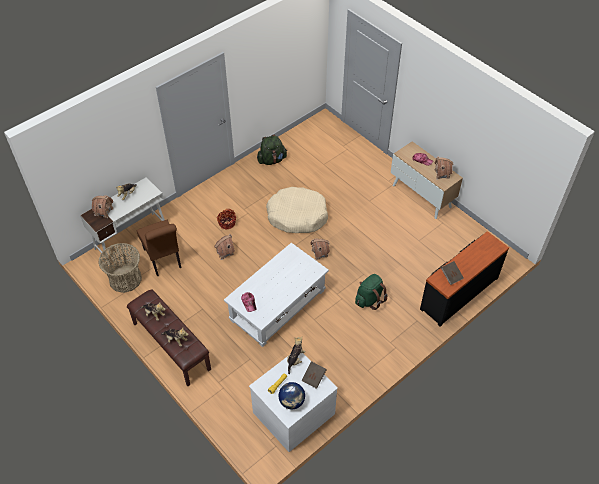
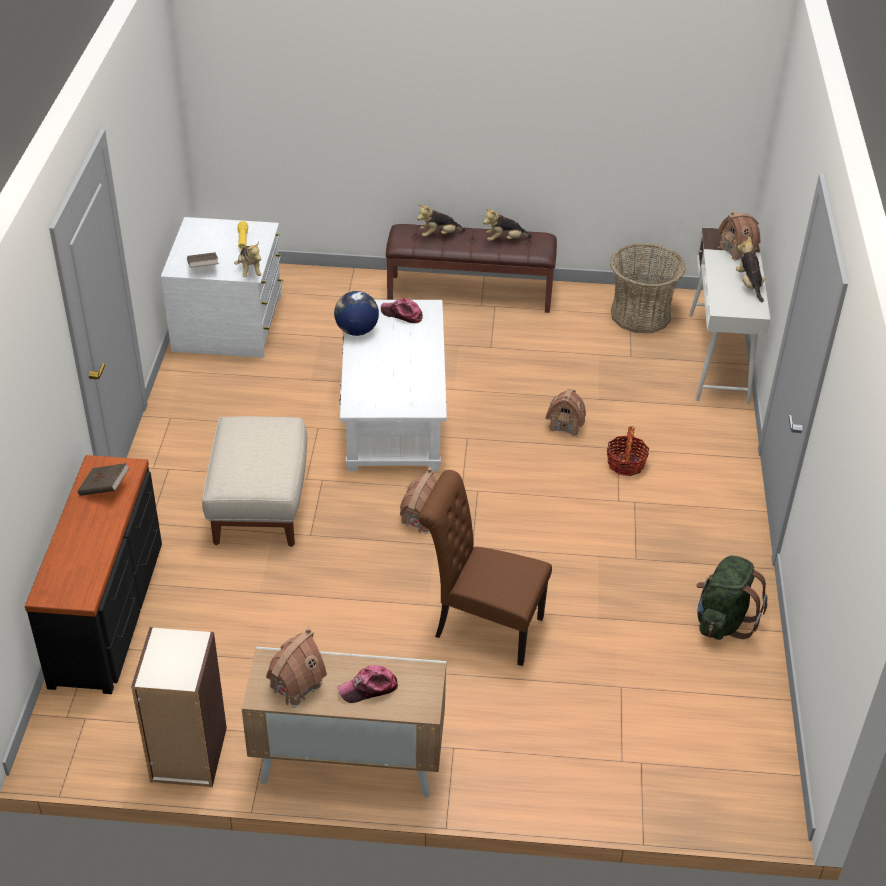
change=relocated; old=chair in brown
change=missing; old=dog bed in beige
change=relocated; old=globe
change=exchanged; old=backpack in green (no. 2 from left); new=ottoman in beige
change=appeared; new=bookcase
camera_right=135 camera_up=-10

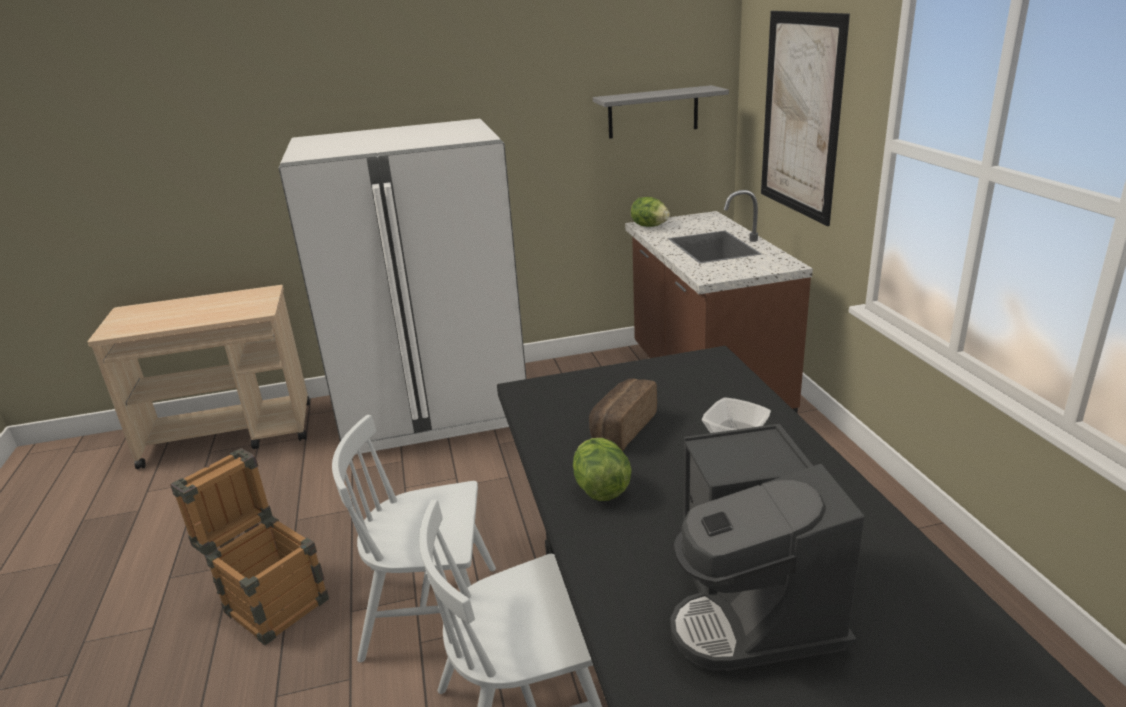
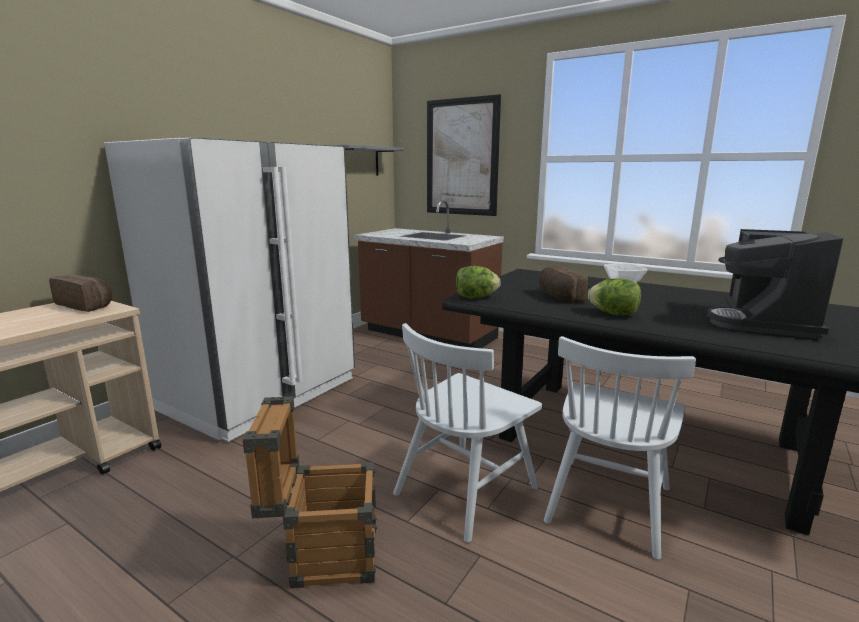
change=relocated; old=lettuce (no. 2 from left in the first image); new=lettuce (no. 1 from left)
change=spun; old=coffee machine; degrees=75
change=appeared; new=bread (no. 1 from left)
camera_right=-45 camera_up=-10

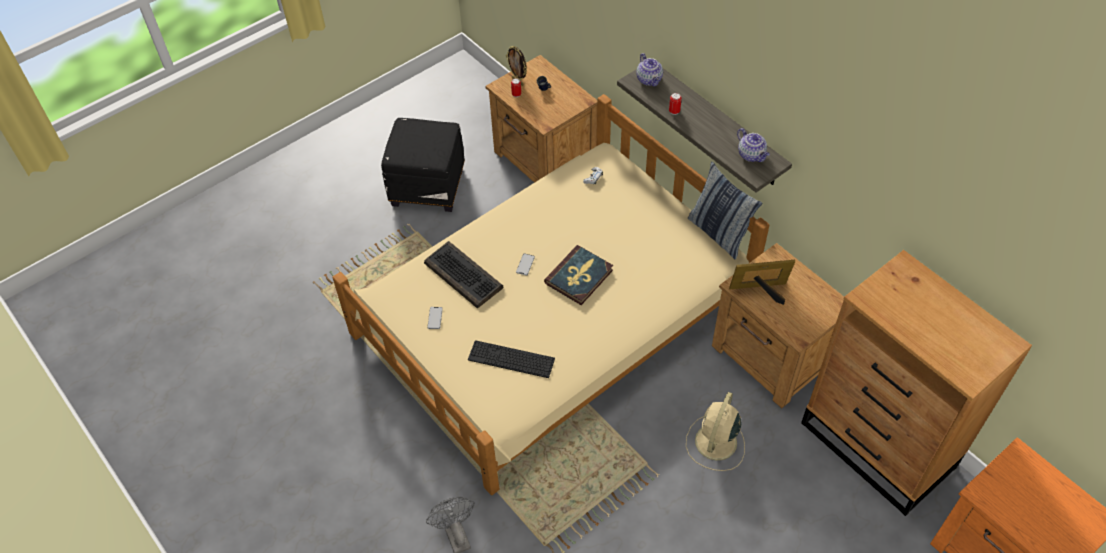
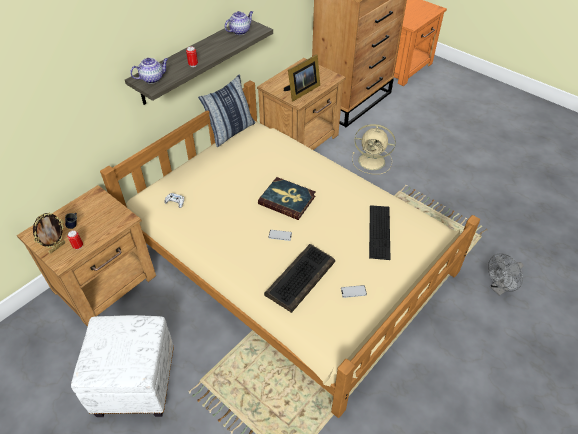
change=colour; old=ottoman in black; new=ottoman in white
change=spun; old=picture frame (no. 2 from left); degrees=-120
camera_right=-100 camera_up=-5

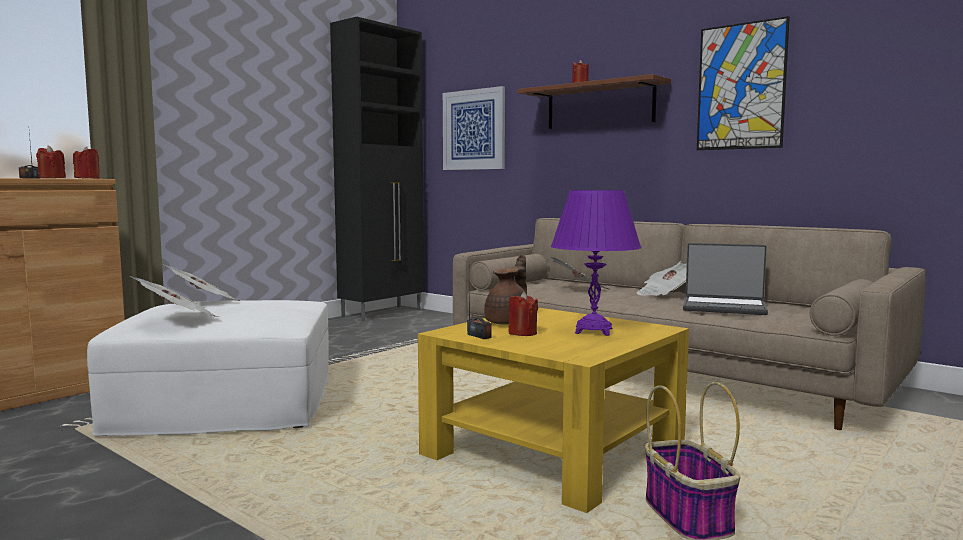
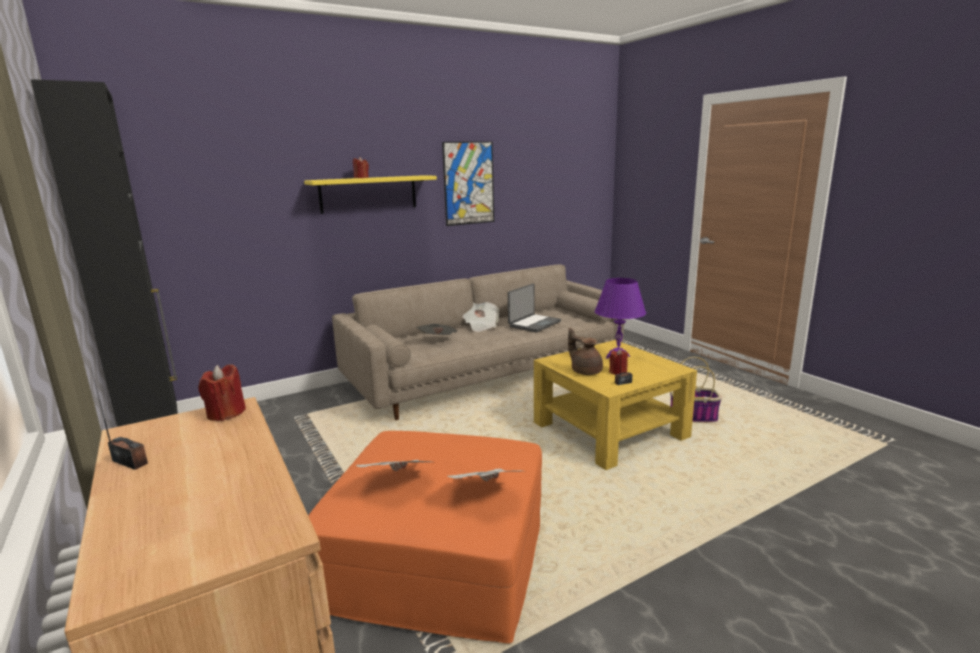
change=missing; old=candle in red (no. 1 from left)
change=colour; old=ottoman in white; new=ottoman in orange
change=missing; old=picture (no. 1 from left)
change=colour; old=shelf in brown; new=shelf in yellow
camera_right=-70 camera_up=10

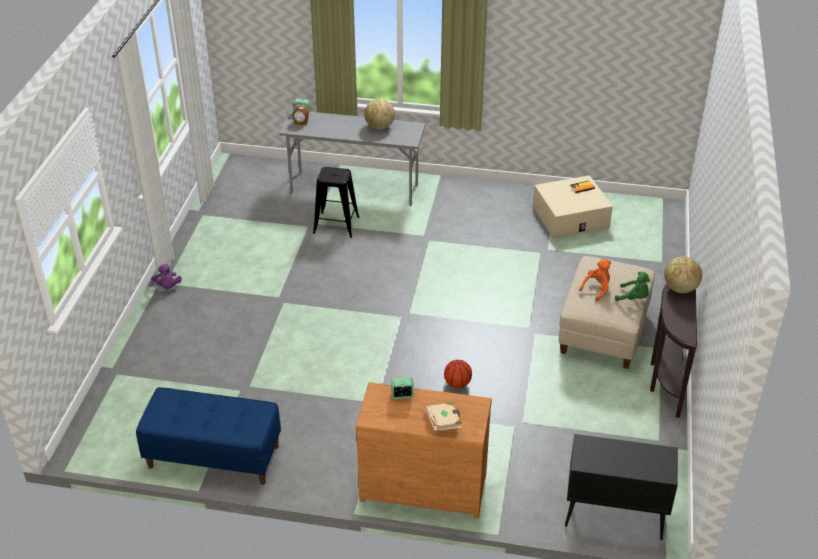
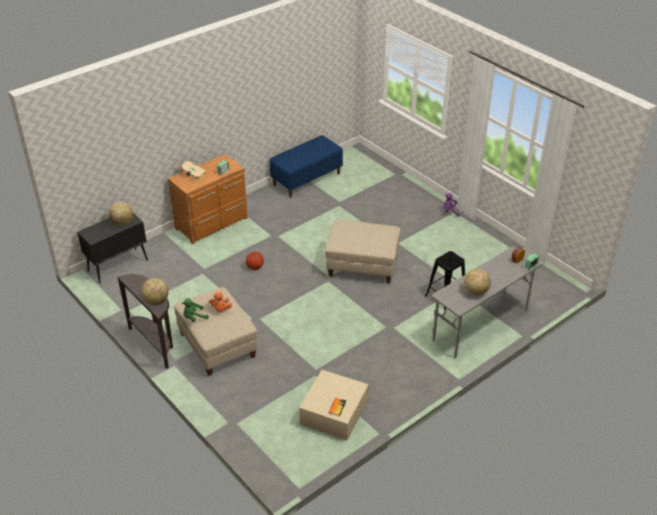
change=appeared; new=globe (no. 1 from left)
change=appeared; new=ottoman in beige (no. 2 from left)
camera_right=130 camera_up=0

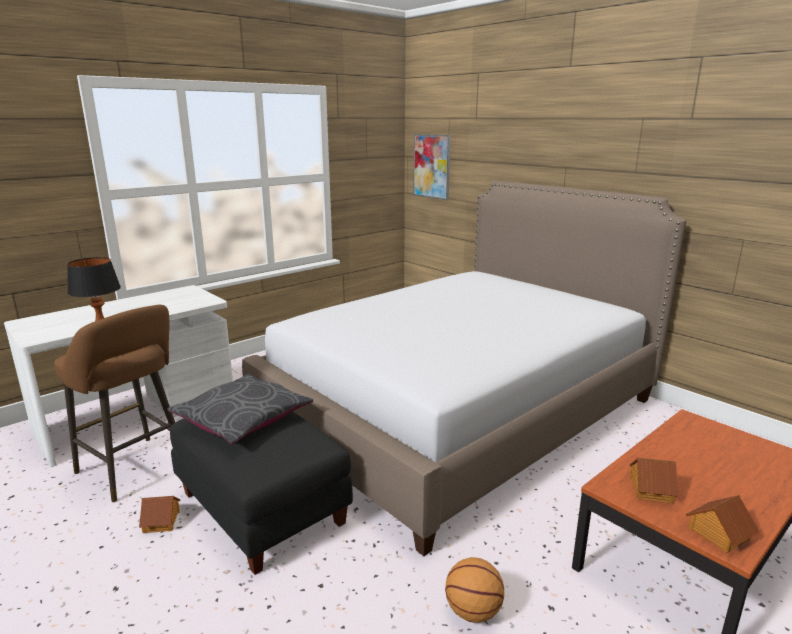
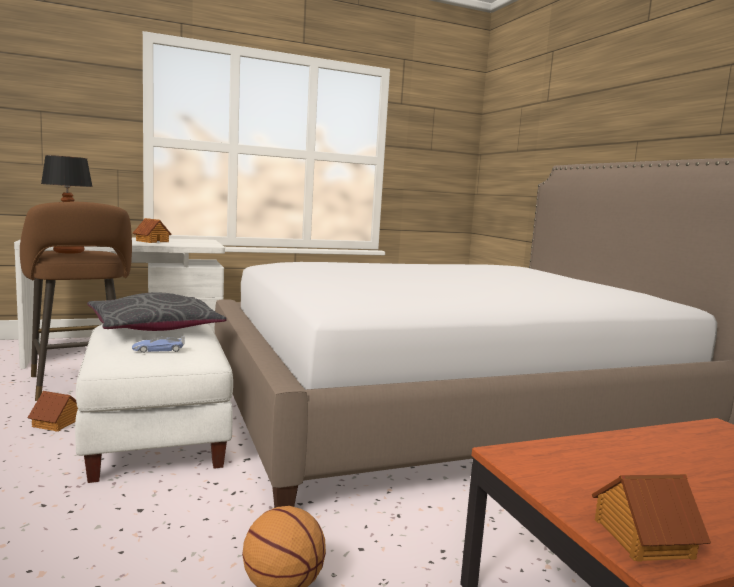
change=colour; old=ottoman in black; new=ottoman in white
change=missing; old=picture
change=relocated; old=toy house (no. 2 from left)
change=appeared; new=toy car
camera_right=20 camera_up=-10

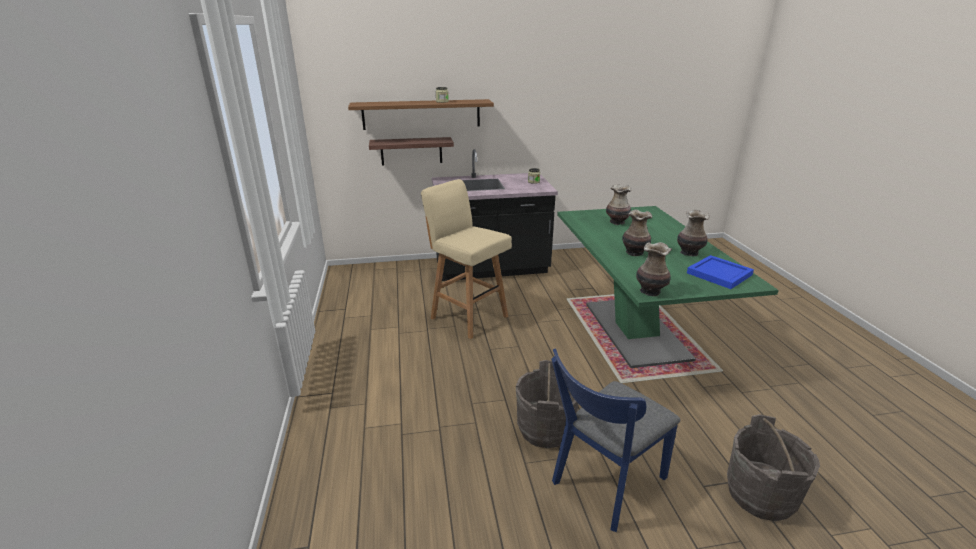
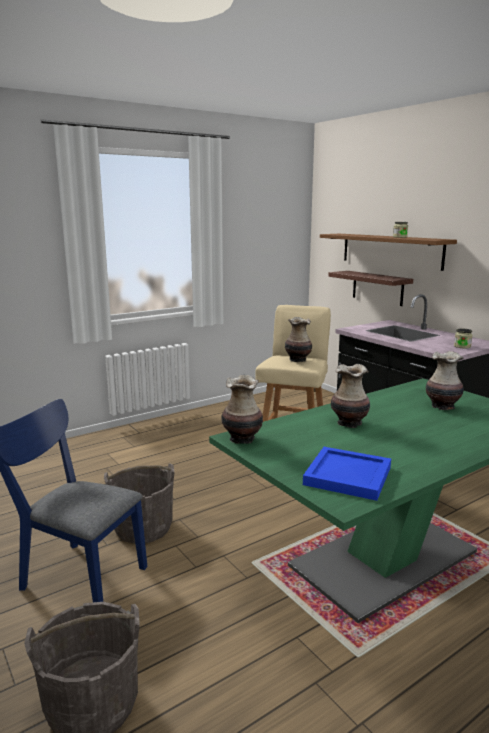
change=relocated; old=vase (no. 4 from left in the first image); new=vase (no. 2 from left)
camera_right=65 camera_up=-10

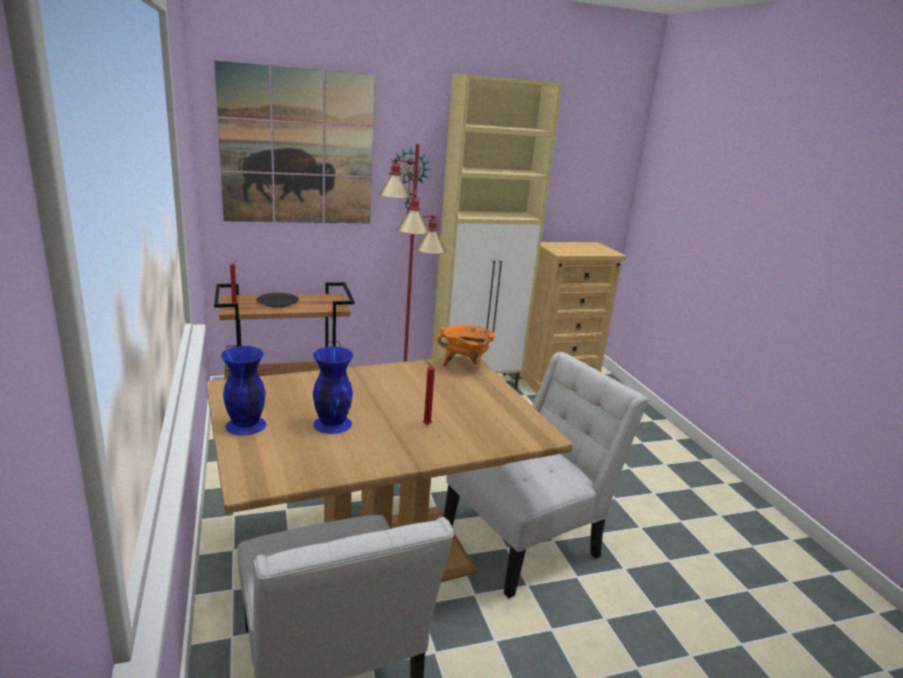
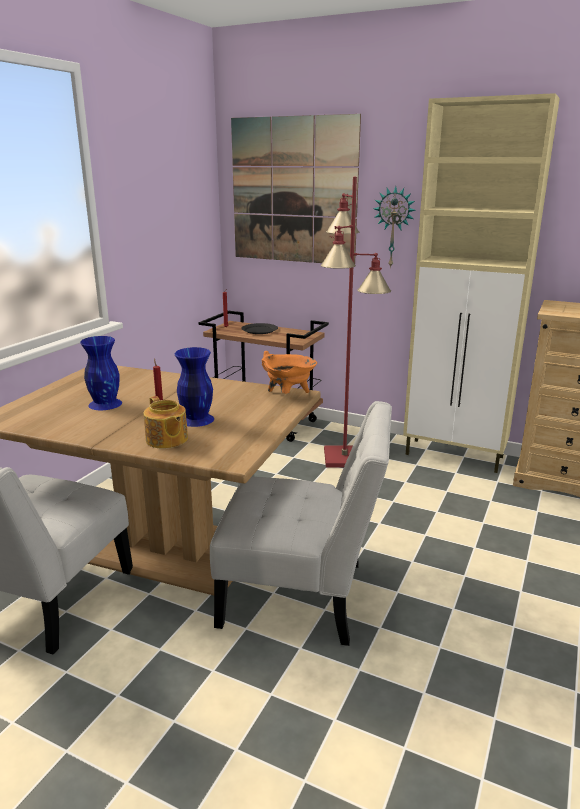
change=relocated; old=vase in blue (no. 1 from left in the first image); new=vase in blue (no. 2 from left)
change=appeared; new=teapot
camera_right=45 camera_up=0

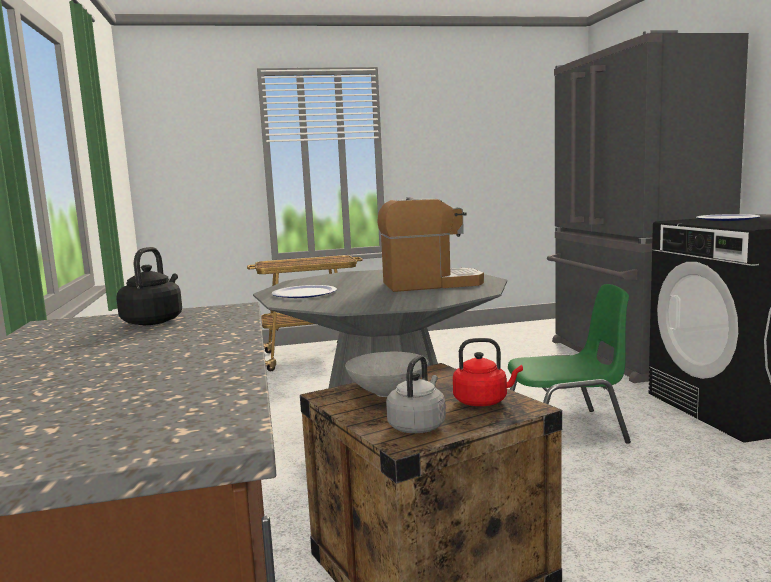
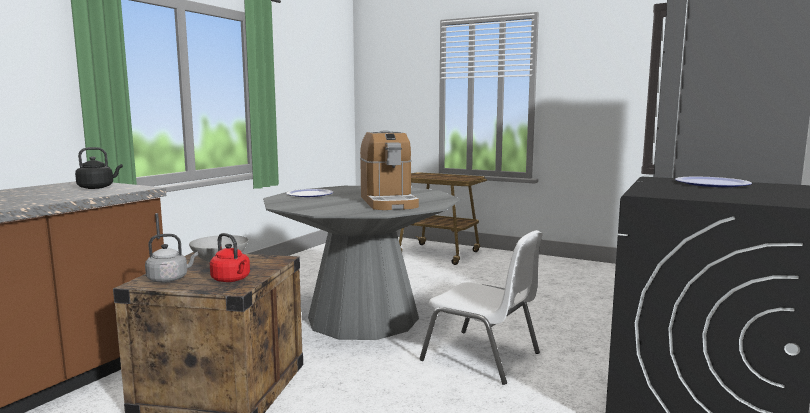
change=spun; old=coffee machine; degrees=45
change=colour; old=chair in green; new=chair in white
camera_right=40 camera_up=0

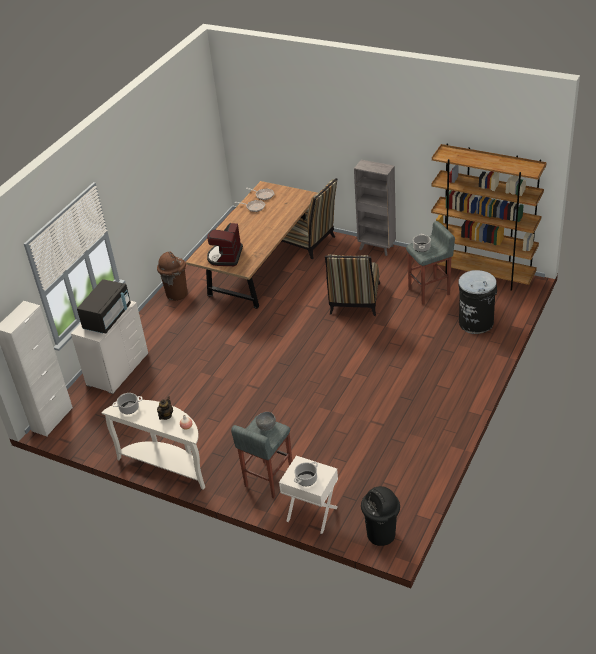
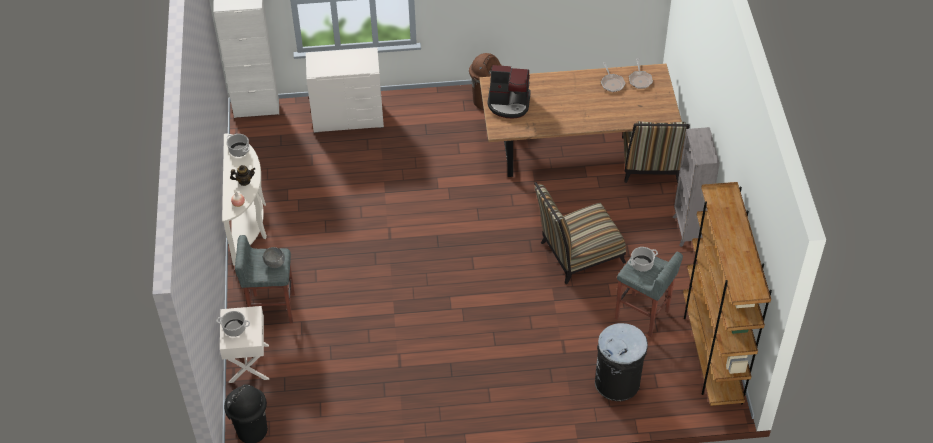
change=missing; old=microwave in black
change=spun; old=coffee machine; degrees=-150
camera_right=55 camera_up=10

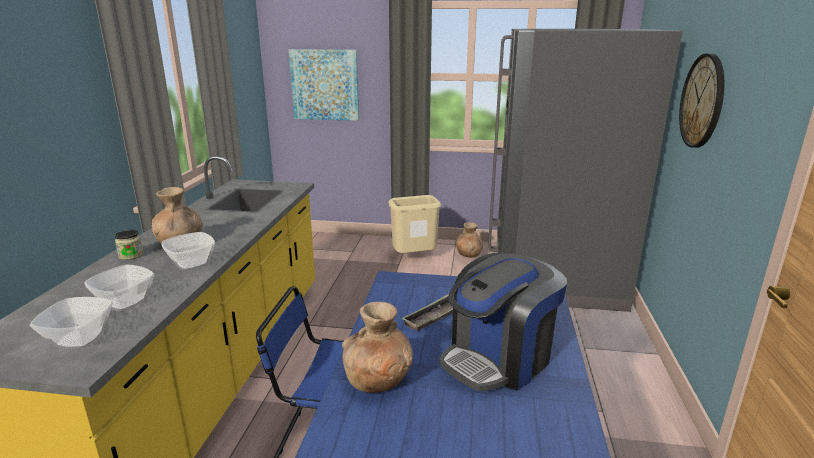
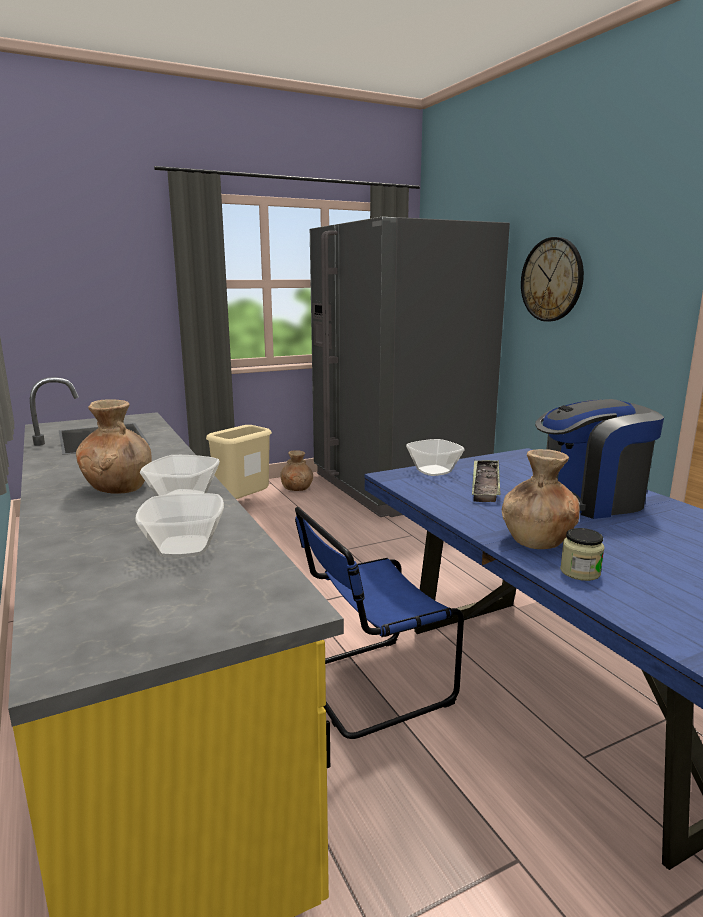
change=relocated; old=bowl (no. 1 from left in the first image); new=bowl (no. 3 from left)
change=relocated; old=jar
change=missing; old=picture
change=spun; old=coffee machine; degrees=60
camera_right=-35 camera_up=-5

